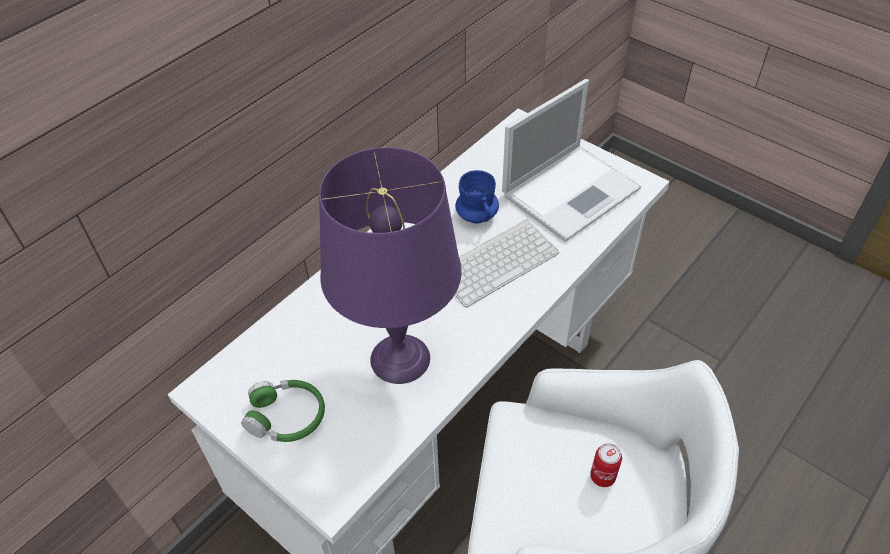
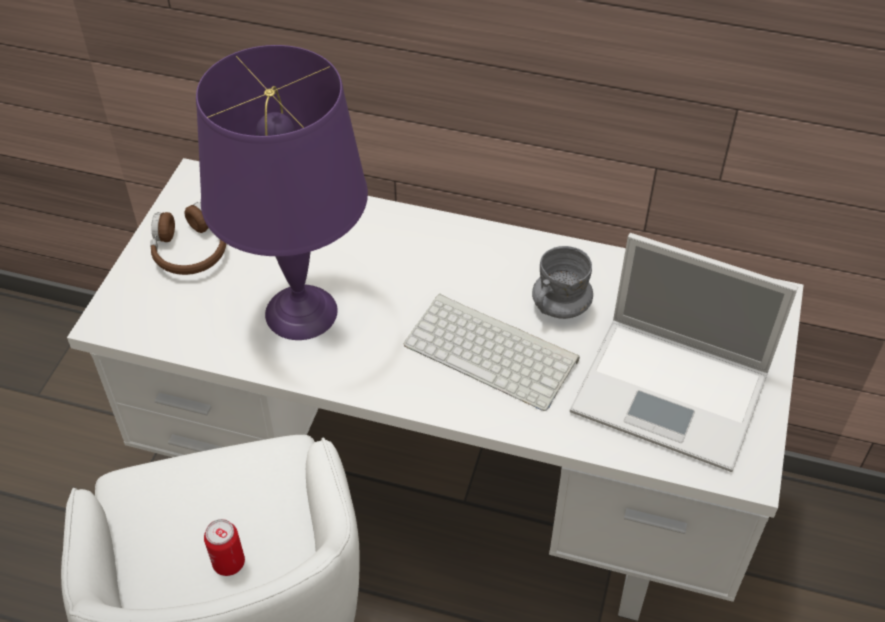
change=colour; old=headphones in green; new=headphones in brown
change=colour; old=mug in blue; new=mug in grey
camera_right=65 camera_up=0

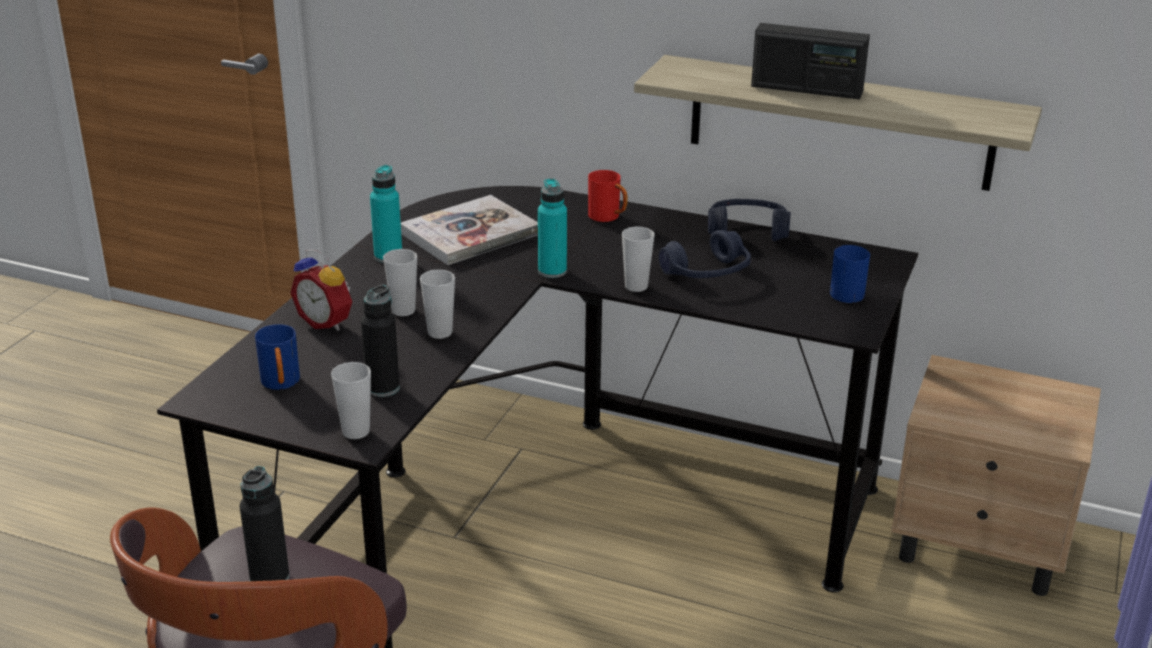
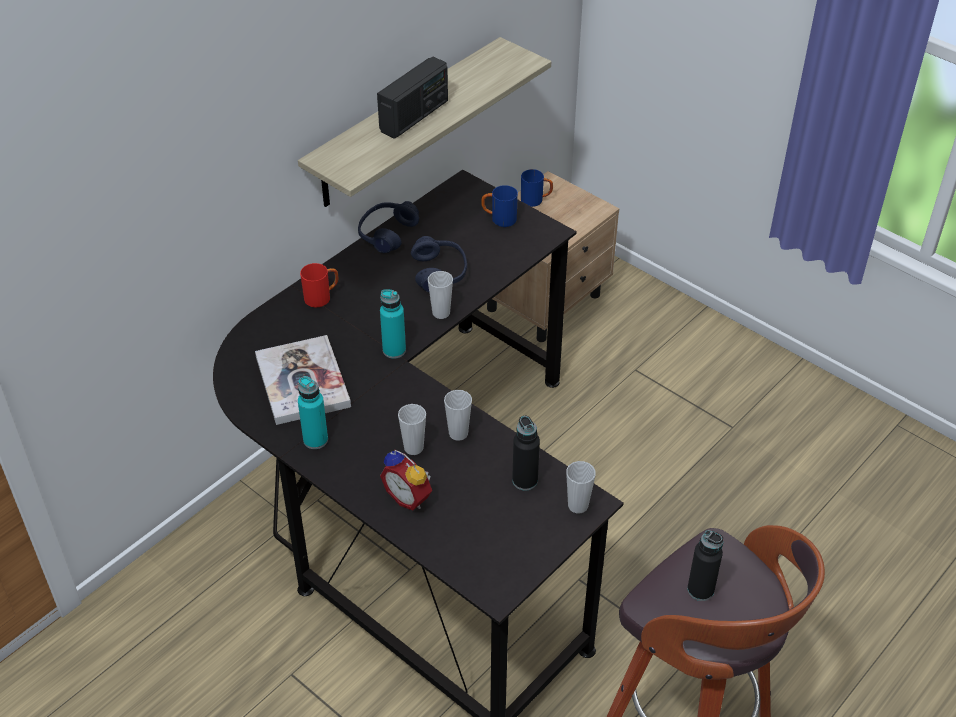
change=relocated; old=mug in blue (no. 1 from left in the first image); new=mug in blue (no. 2 from left)
change=spun; old=alarm clock; degrees=75
camera_right=-70 camera_up=15

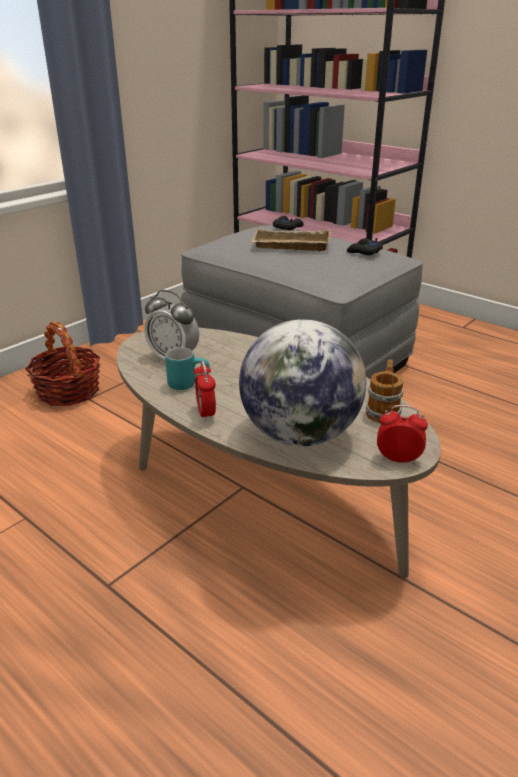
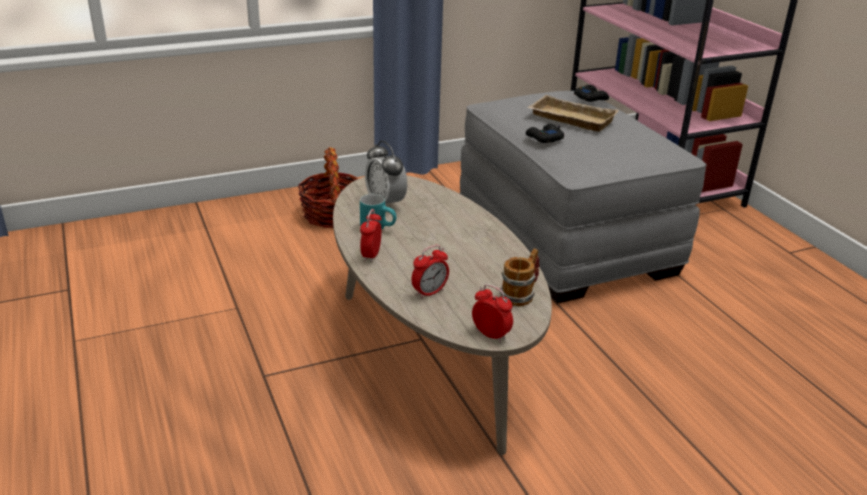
change=exchanged; old=globe; new=alarm clock (no. 3 from left)
change=relocated; old=game controller in black (no. 2 from left in the first image); new=game controller in black (no. 1 from left)
camera_right=25 camera_up=0

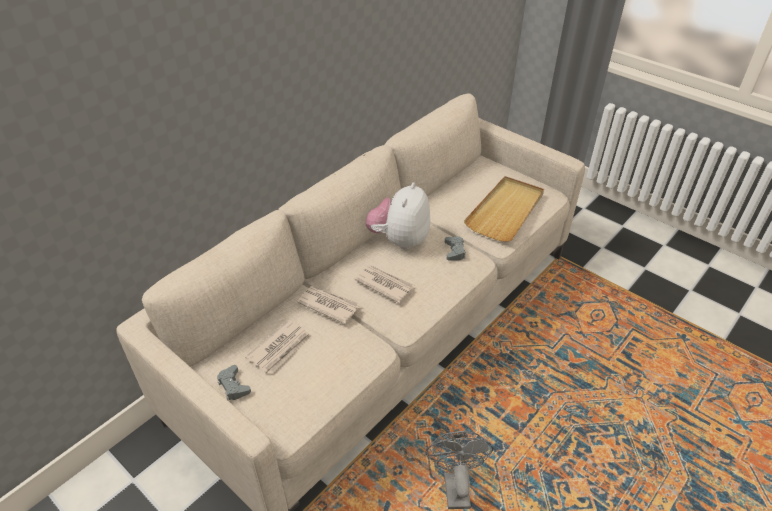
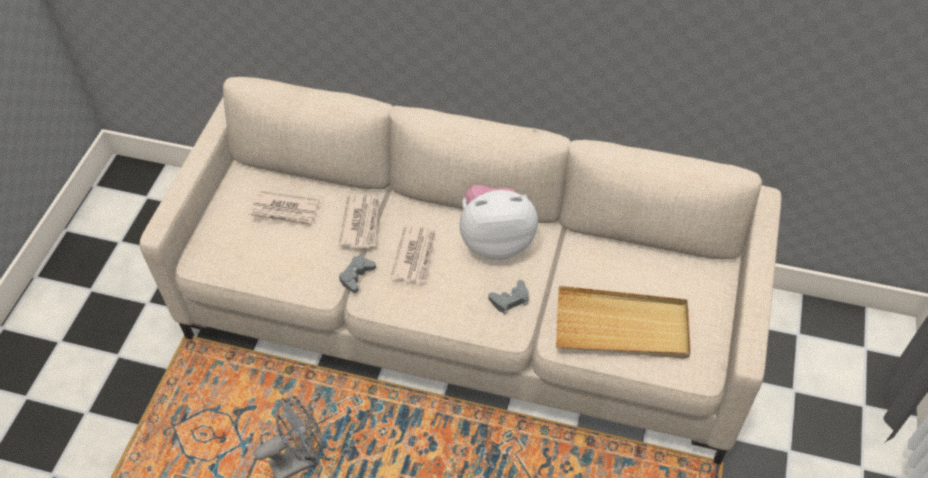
change=relocated; old=game controller in grey (no. 1 from left)
camera_right=65 camera_up=10

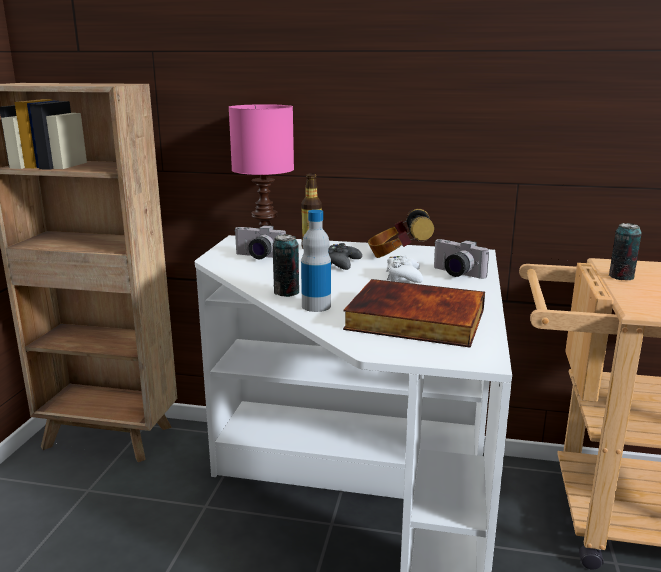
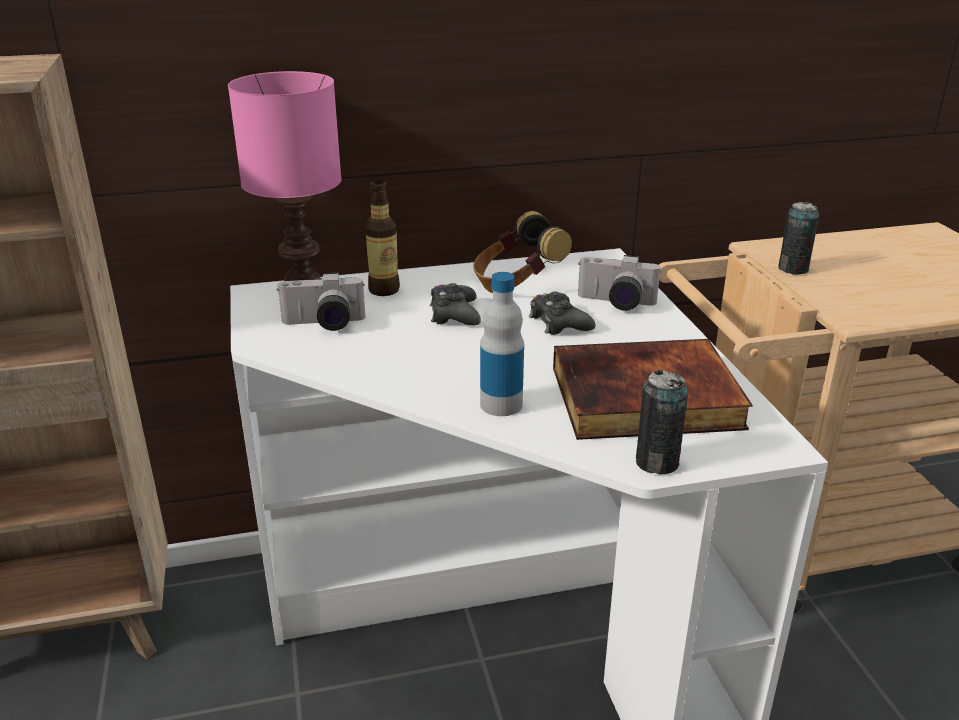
change=relocated; old=can (no. 1 from left)
change=colour; old=game controller in white; new=game controller in black (no. 2 from left)
camera_right=-25 camera_up=10

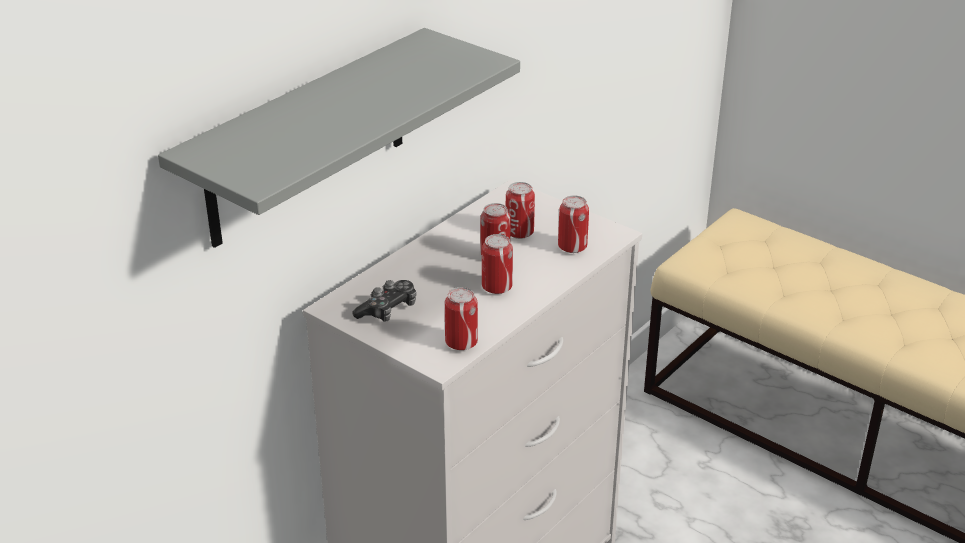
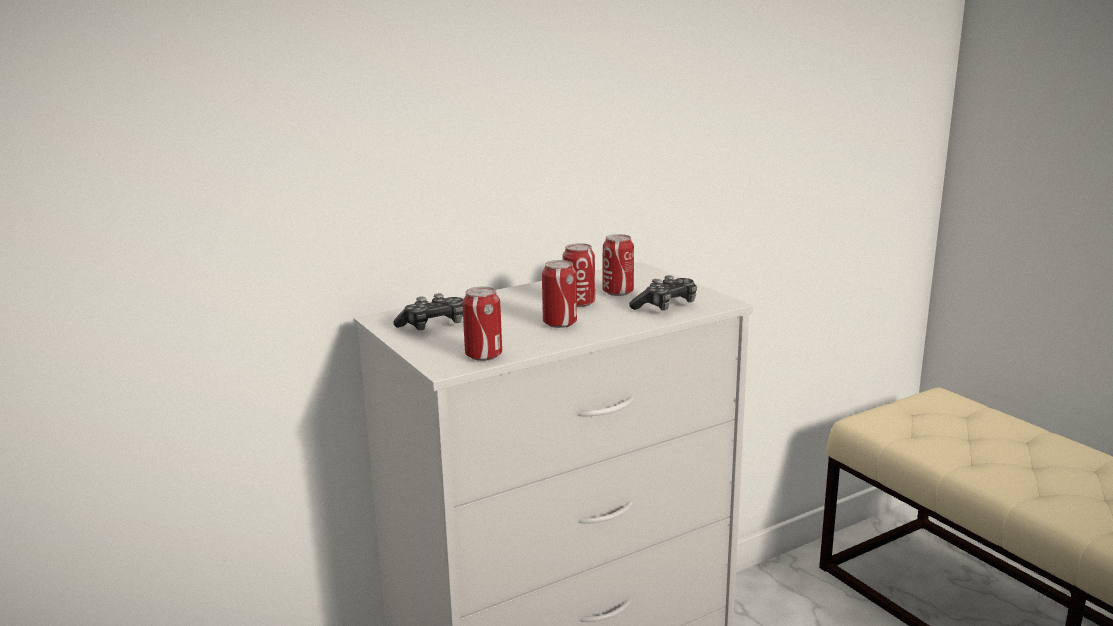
change=missing; old=shelf in grey
change=exchanged; old=can (no. 5 from left); new=game controller (no. 2 from left)
camera_right=20 camera_up=-15

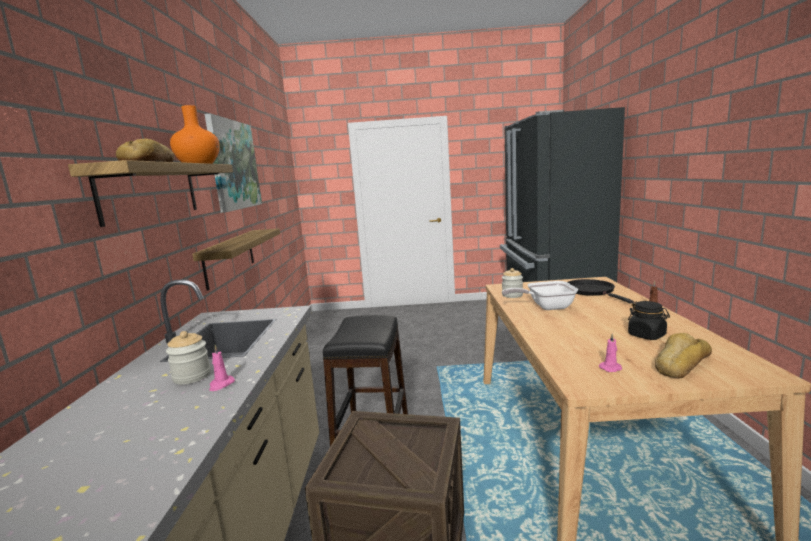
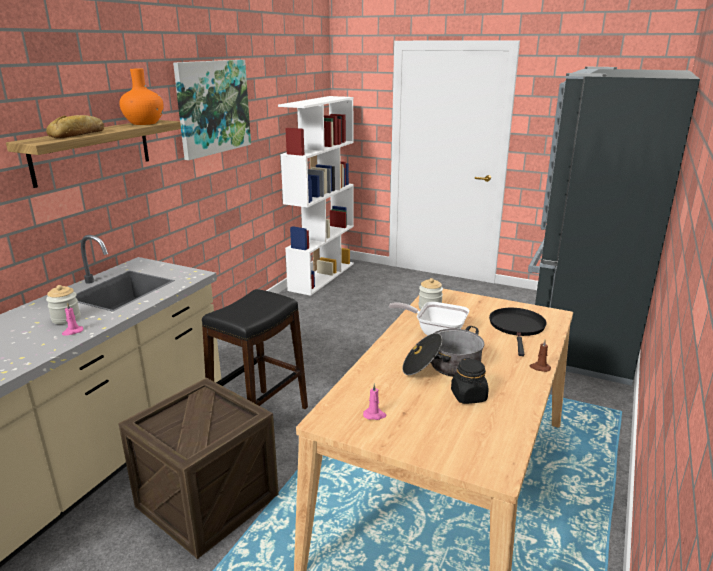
change=missing; old=shelf (no. 2 from left)
change=missing; old=bread (no. 2 from left)
change=appeared; new=bookcase in white
change=appeared; new=cooking pot
camera_right=25 camera_up=10

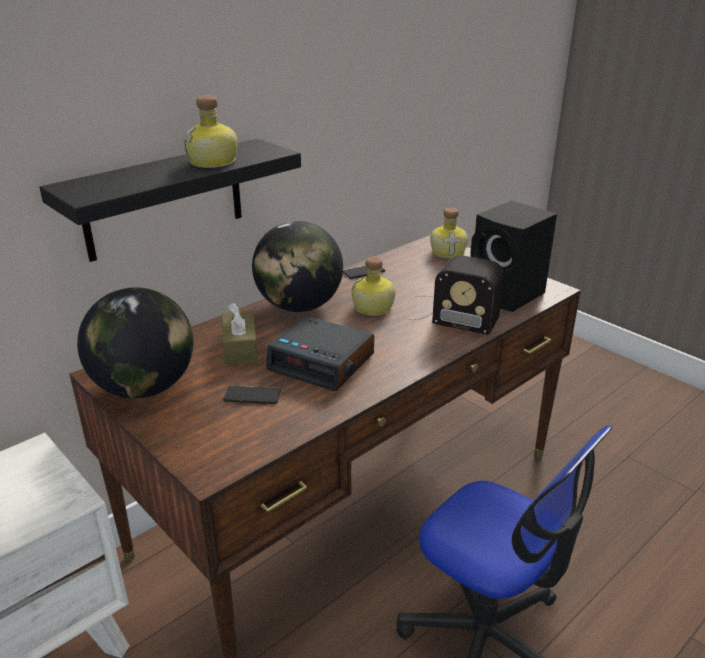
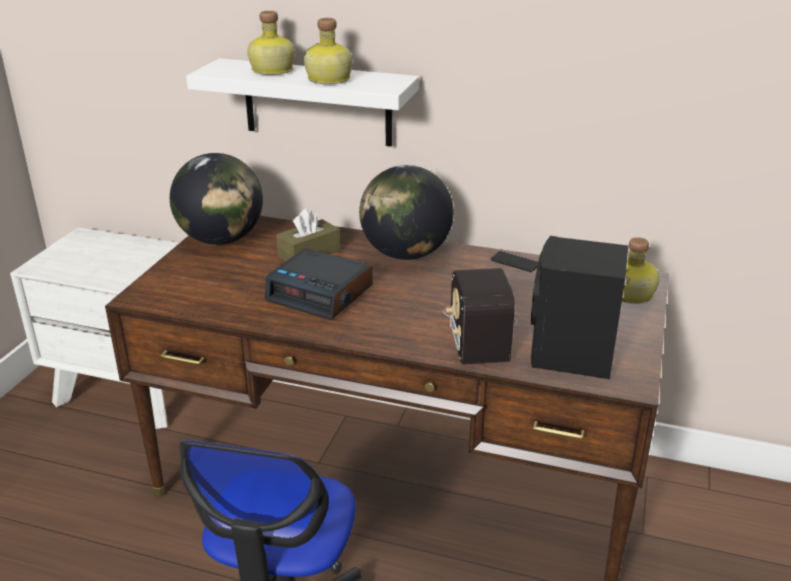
change=colour; old=shelf in black; new=shelf in white
change=missing; old=phone (no. 1 from left)
change=spun; old=alarm clock; degrees=-60
change=relocated; old=bottle (no. 2 from left in the first image); new=bottle (no. 1 from left)
camera_right=60 camera_up=0

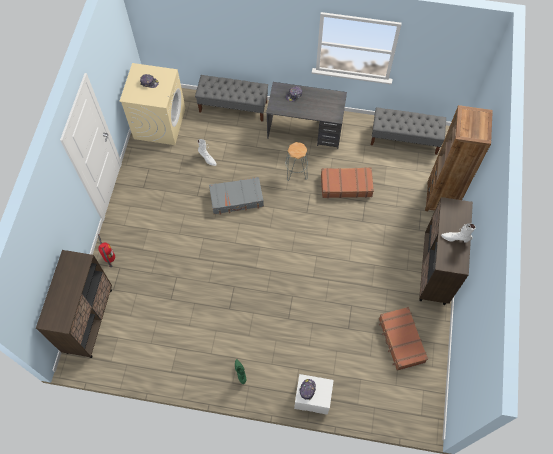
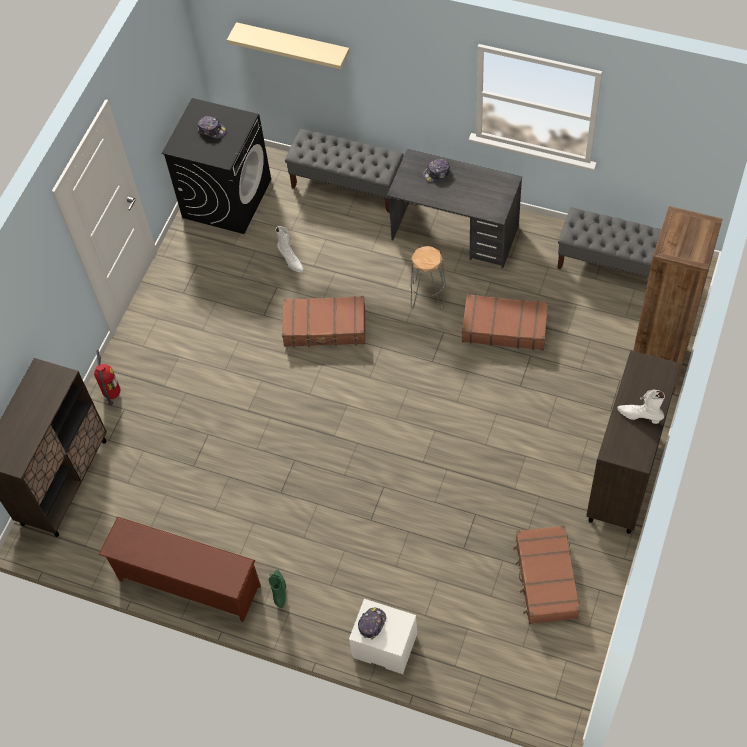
change=colour; old=washing machine in beige; new=washing machine in black
change=colour; old=suitcase in grey; new=suitcase in brown (no. 1 from left)
change=appeared; new=shoe rack in brown
change=appeared; new=shelf in beige
camera_right=15 camera_up=-5

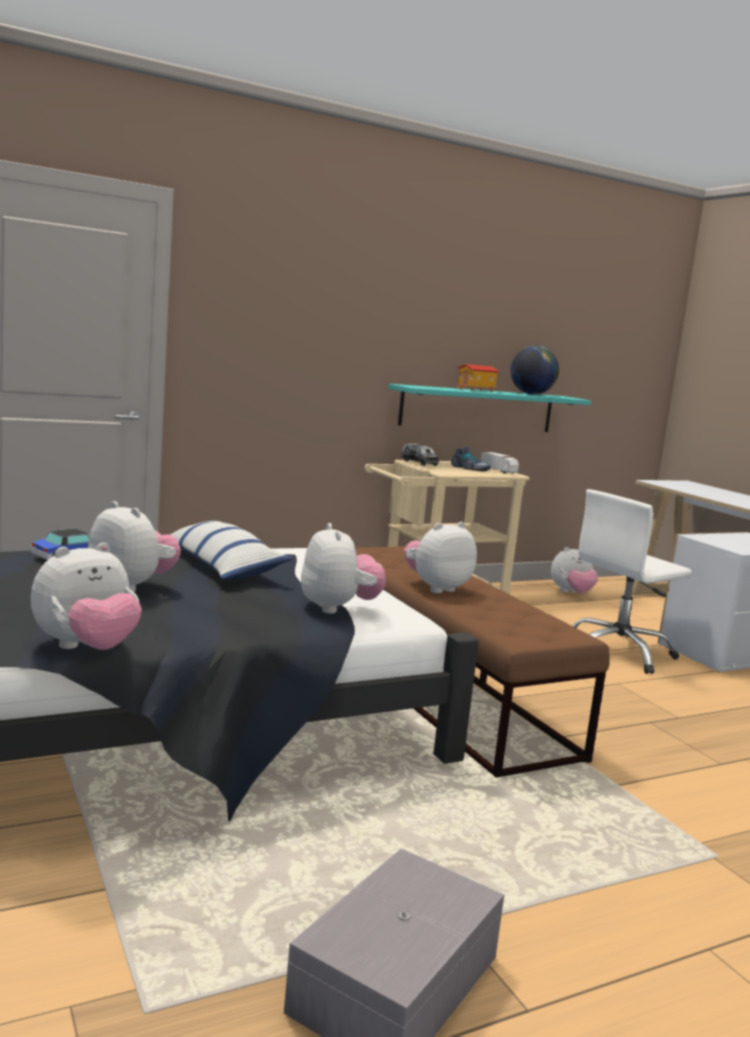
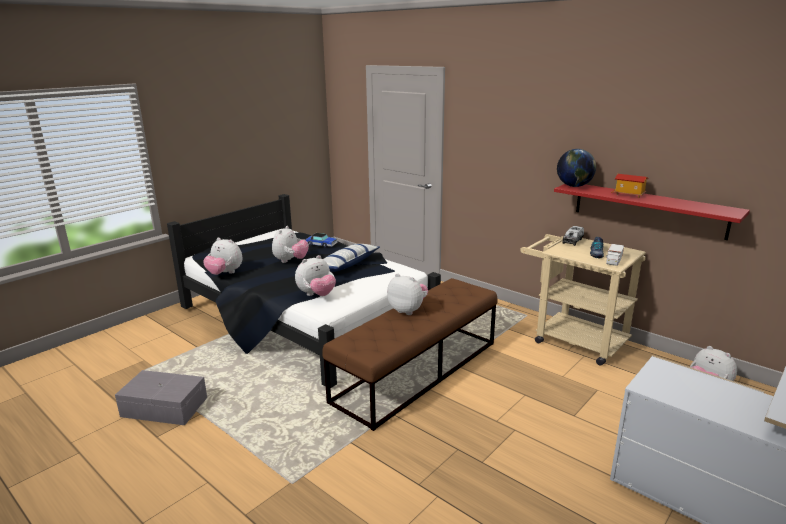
change=colour; old=shelf in turquoise; new=shelf in red
change=relocated; old=globe
change=missing; old=office chair in white
camera_right=70 camera_up=10

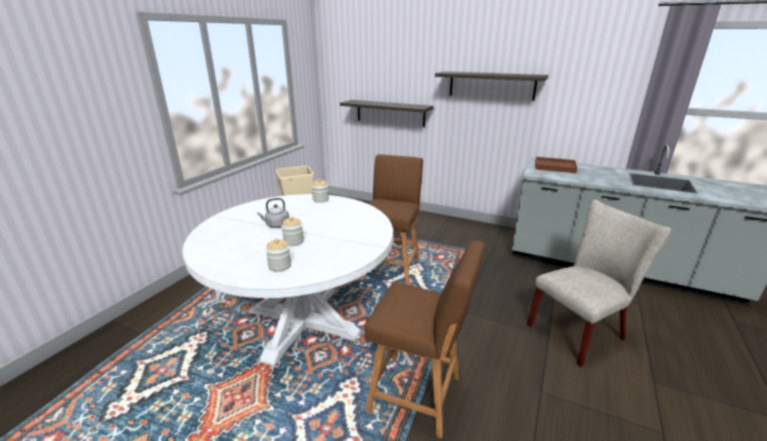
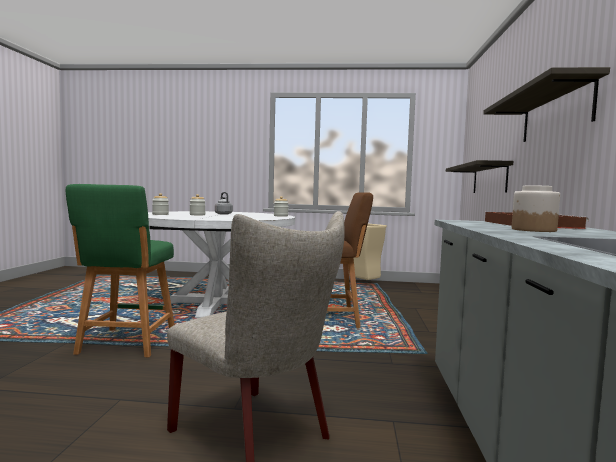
change=colour; old=stool in brown (no. 2 from left); new=stool in green
change=appeared; new=jar (no. 4 from left)
camera_right=70 camera_up=-20

